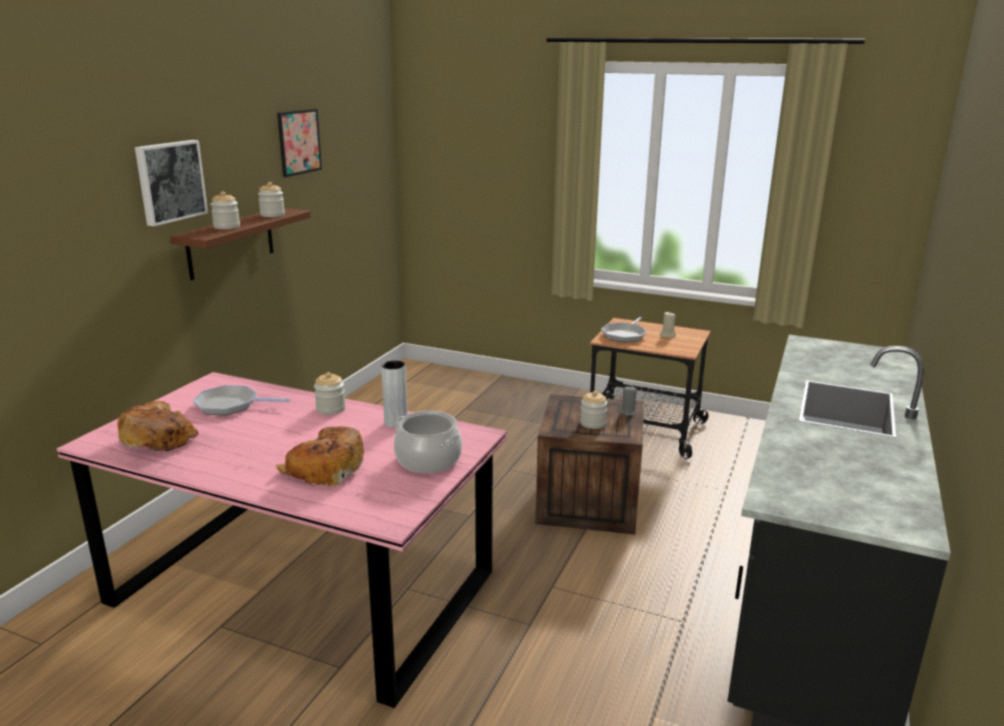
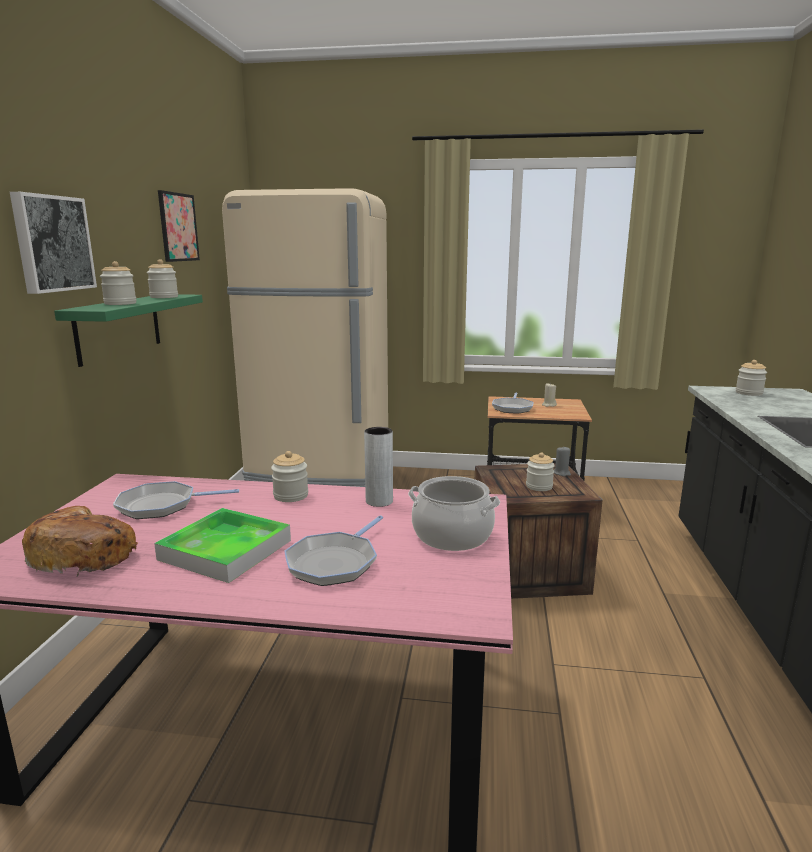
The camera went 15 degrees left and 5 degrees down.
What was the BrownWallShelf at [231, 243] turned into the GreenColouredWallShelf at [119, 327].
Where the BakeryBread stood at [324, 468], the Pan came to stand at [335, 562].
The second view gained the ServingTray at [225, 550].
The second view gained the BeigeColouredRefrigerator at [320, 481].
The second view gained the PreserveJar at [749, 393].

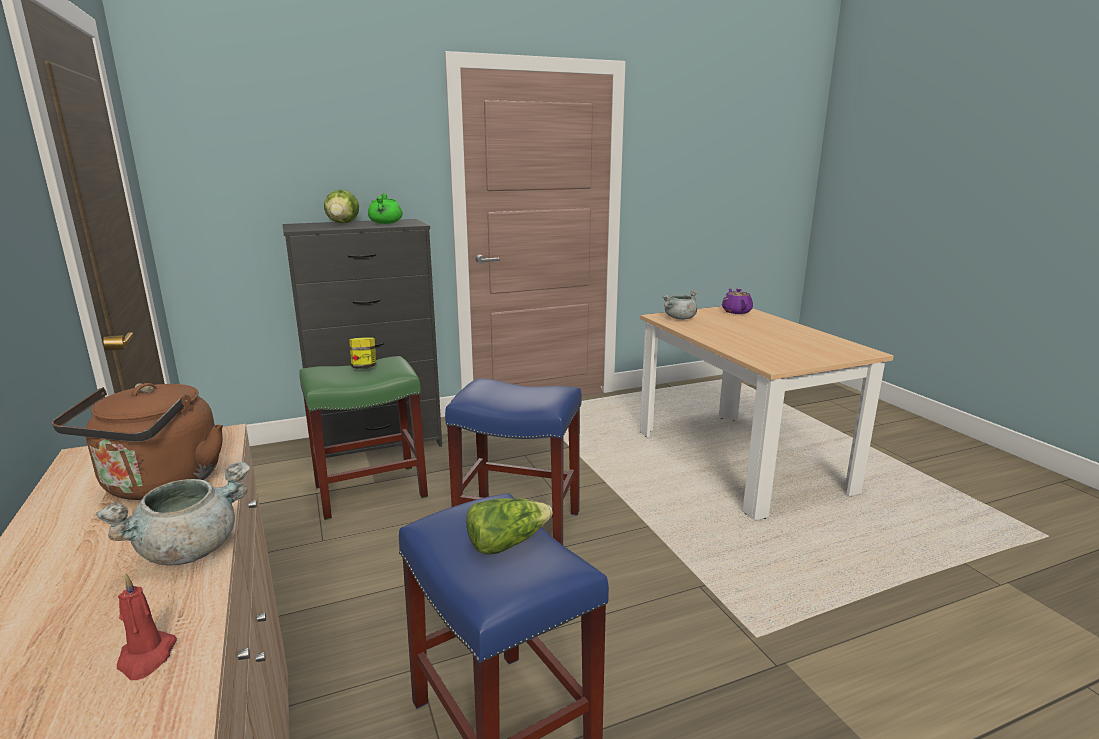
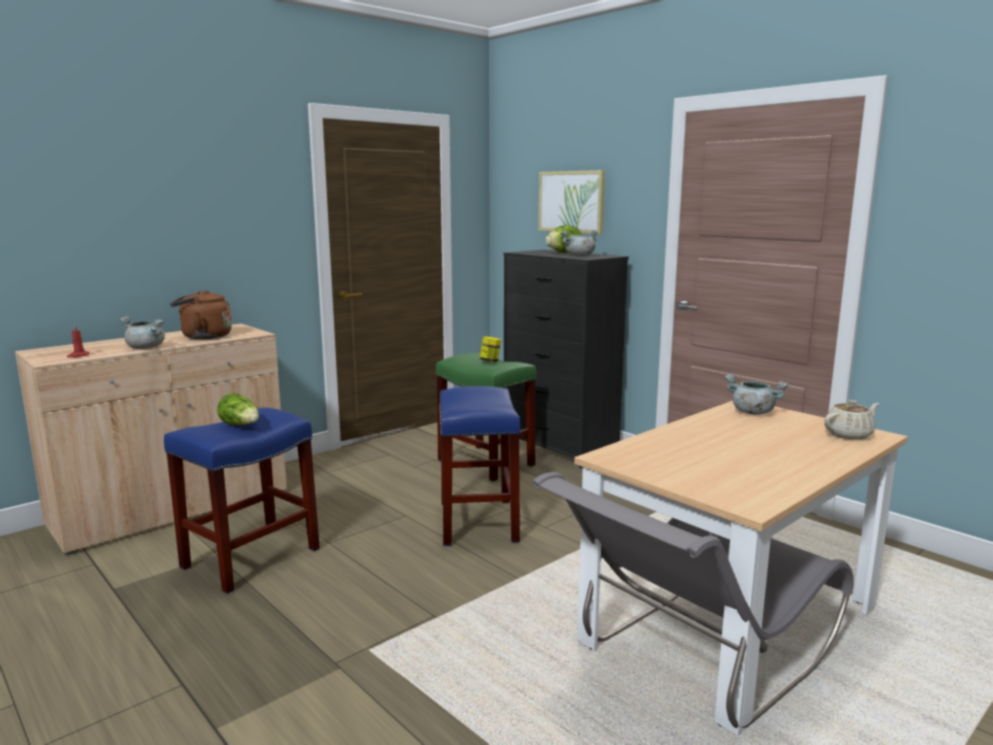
The camera went 70 degrees right and 5 degrees down.
What was the GreenColouredSaucepot at [386, 223] turned into the GreySaucepot at [580, 255].
What was the PurpleColouredTeaPot at [736, 311] turned into the BeigeColouredTeaPot at [849, 434].
The second view gained the GreyPlainChair at [693, 663].
The second view gained the WallArt at [571, 201].

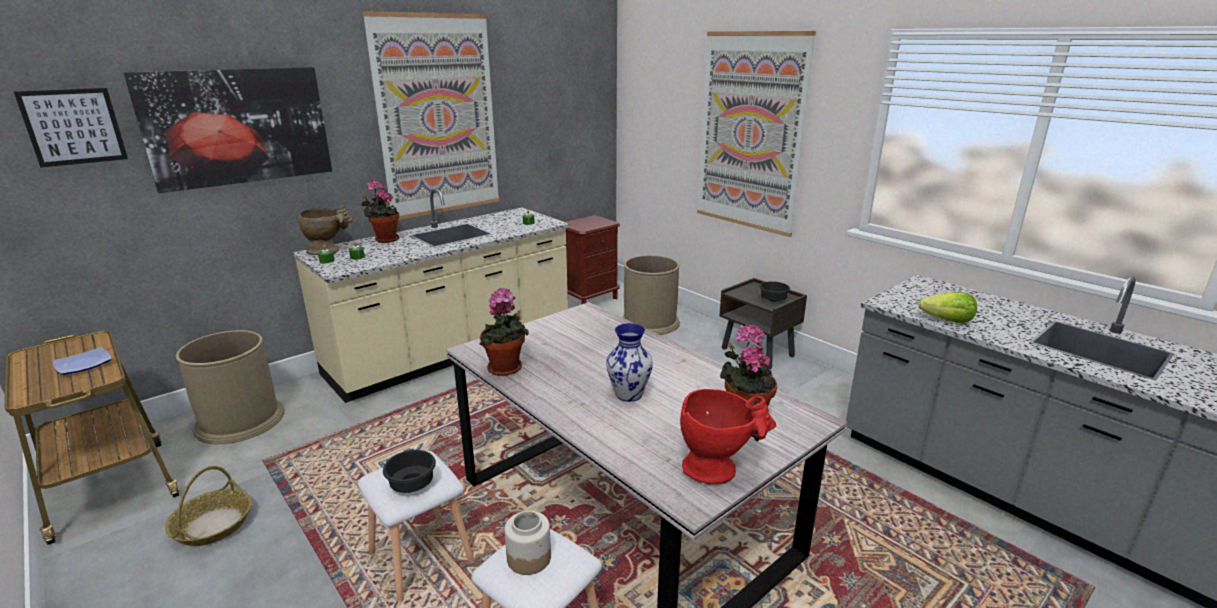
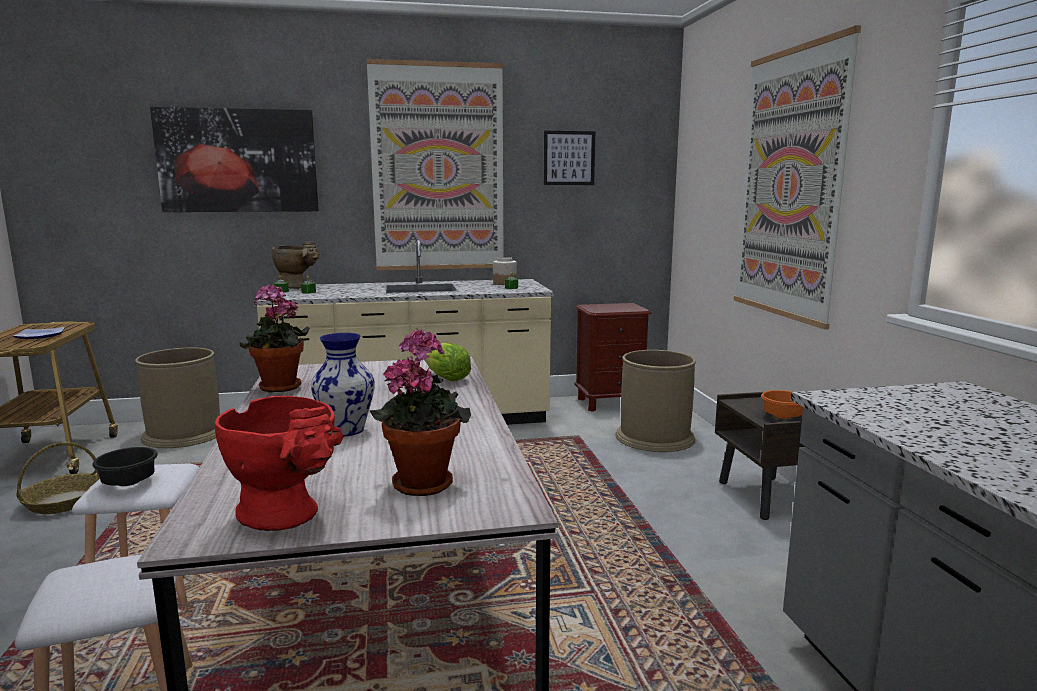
The camera went 30 degrees right and 10 degrees down.
The WallArt ended up elsewhere, having gone from [73, 127] to [569, 158].
The second view lost the PlantInAPot at [385, 239].
The PreserveJar ended up elsewhere, having gone from [529, 557] to [505, 283].
What was the BlackServingBowl at [773, 299] turned into the OrangeServingBowl at [783, 416].
The LettuceHead ended up elsewhere, having gone from [947, 321] to [446, 378].

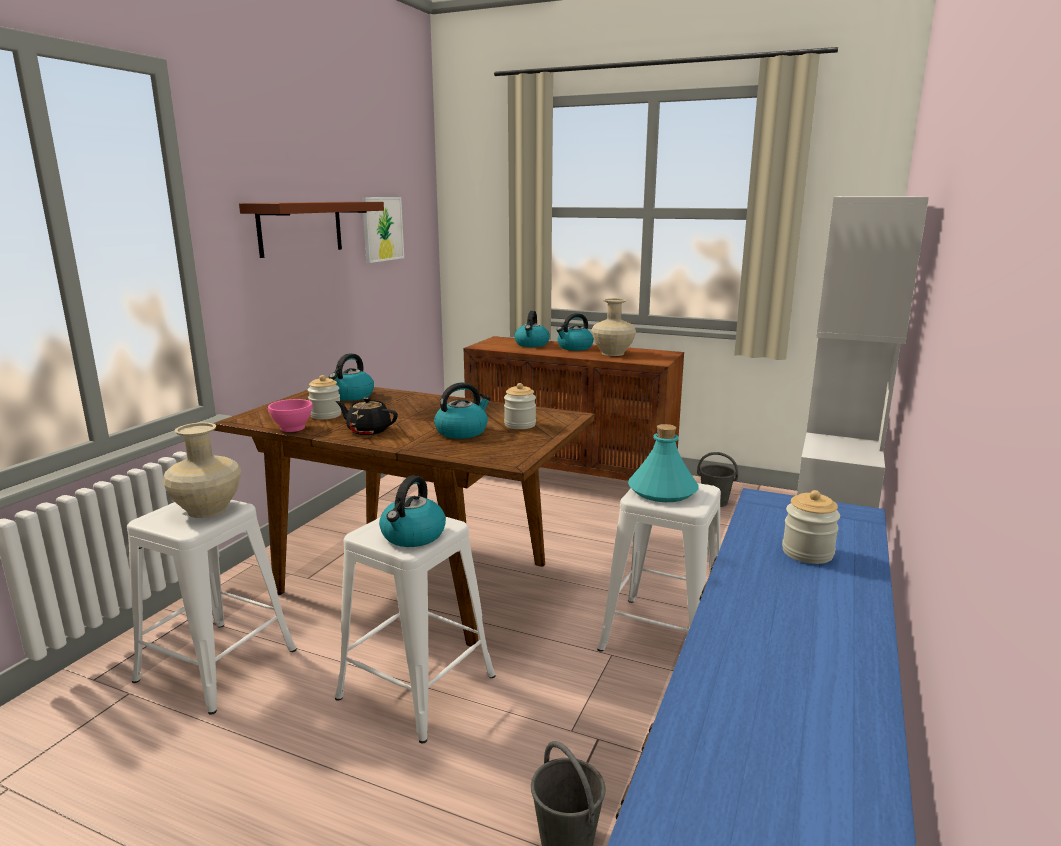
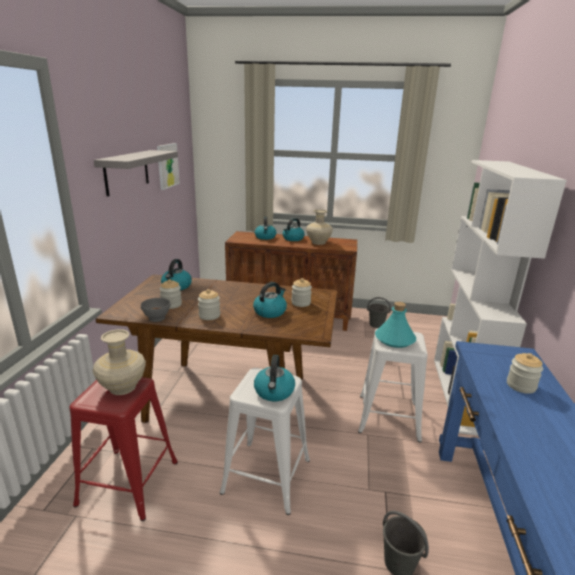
The camera went 15 degrees left and 5 degrees up.
What was the WhitishStoolSeat at [216, 664] turned into the ReddishStoolSeat at [128, 482].
What was the BrownWallShelf at [300, 228] turned into the GreyWallShelf at [127, 172].
What was the PinkColouredServingBowl at [292, 428] turned into the GreyServingBowl at [157, 318].
Where the BlackTeaPot stood at [368, 430], the PreserveJar came to stand at [209, 316].

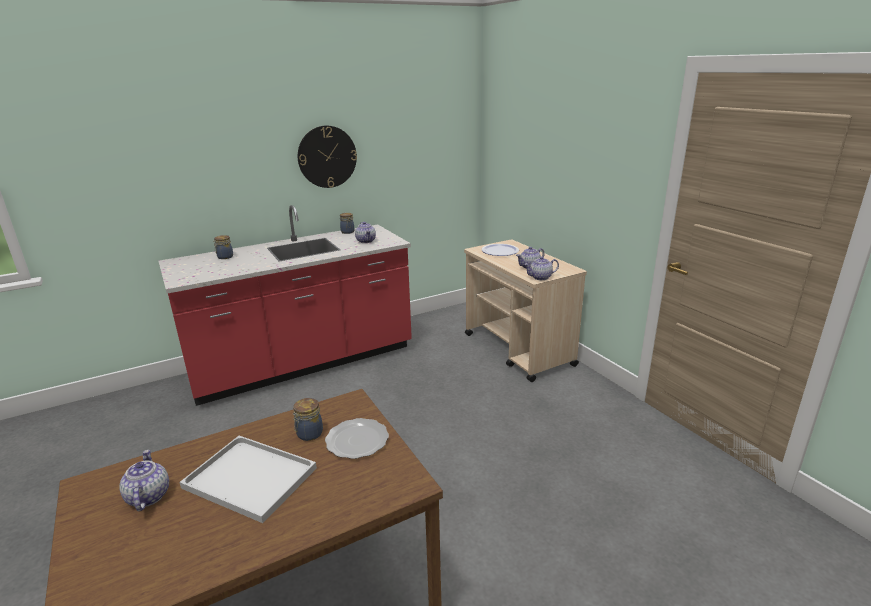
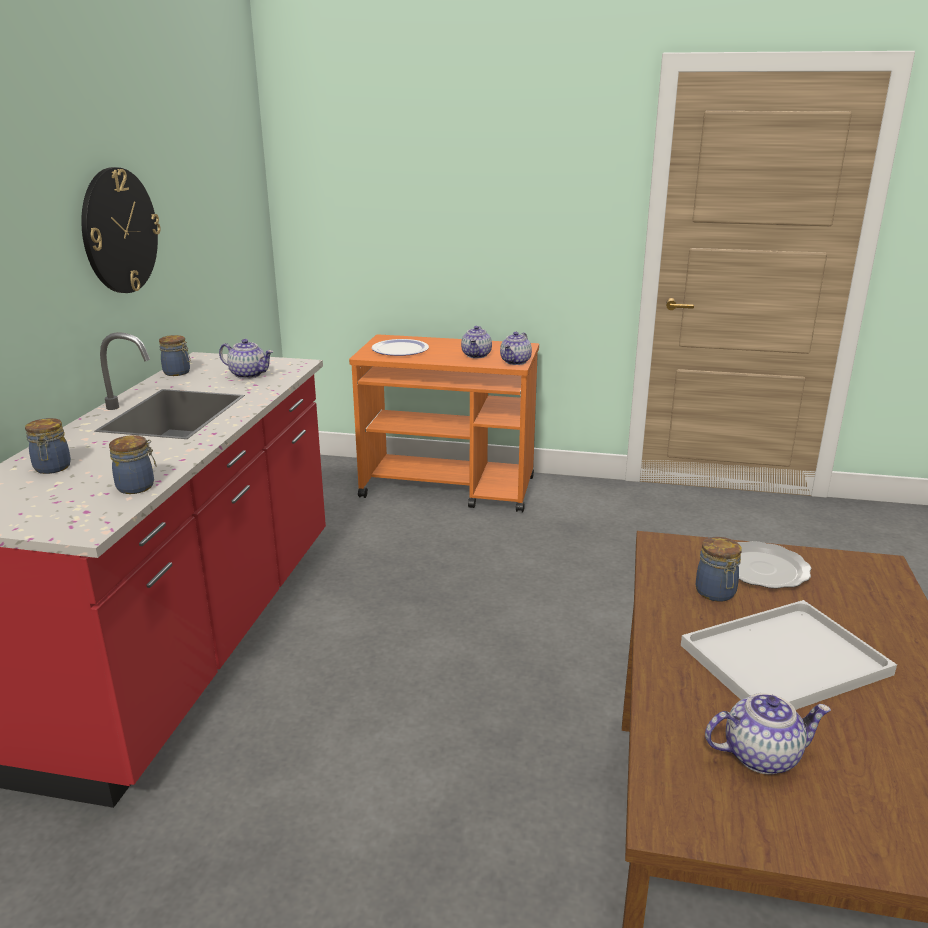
The camera went 50 degrees left and 0 degrees up.
The TeaPot at [148, 496] ended up facing another way, 150 degrees clockwise from before.
What was the BeigeColouredCart at [518, 350] turned into the OrangeCart at [449, 488].
The second view gained the PreserveJar at [137, 487].

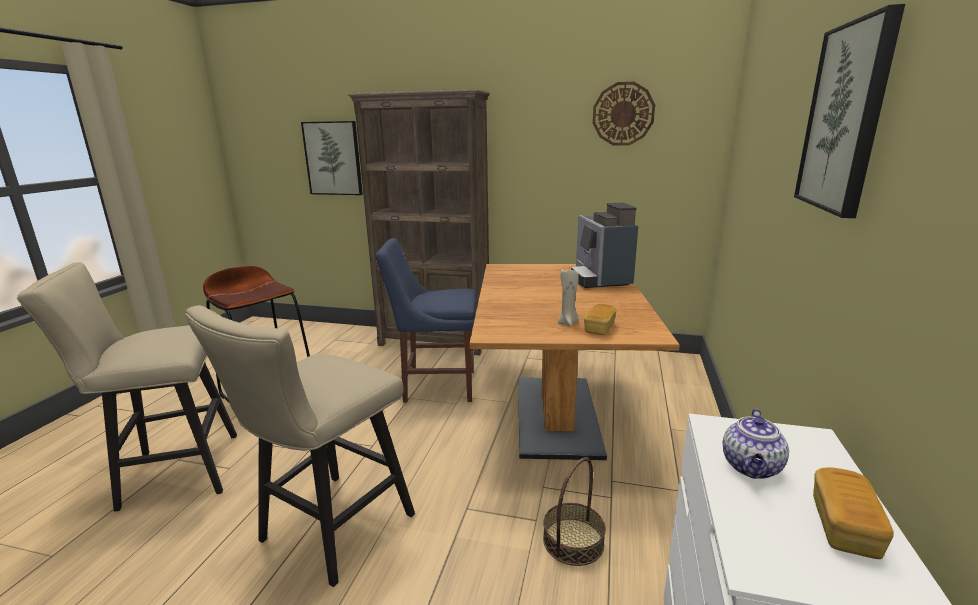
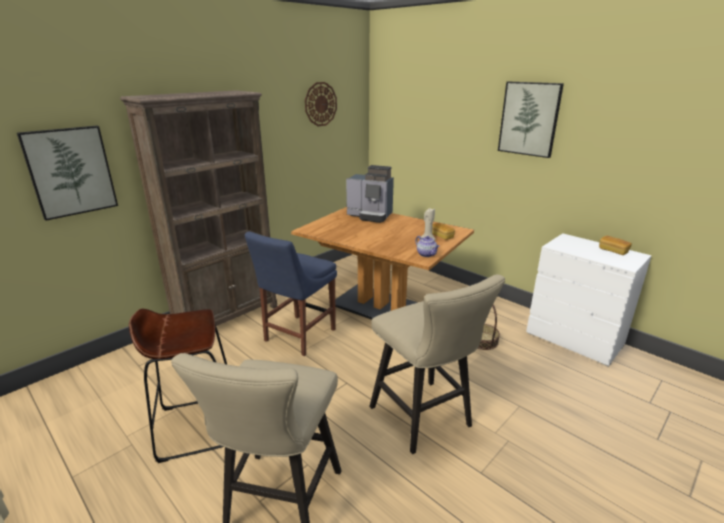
The camera went 60 degrees left and 5 degrees up.
The TeaPot ended up elsewhere, having gone from [752, 467] to [427, 254].

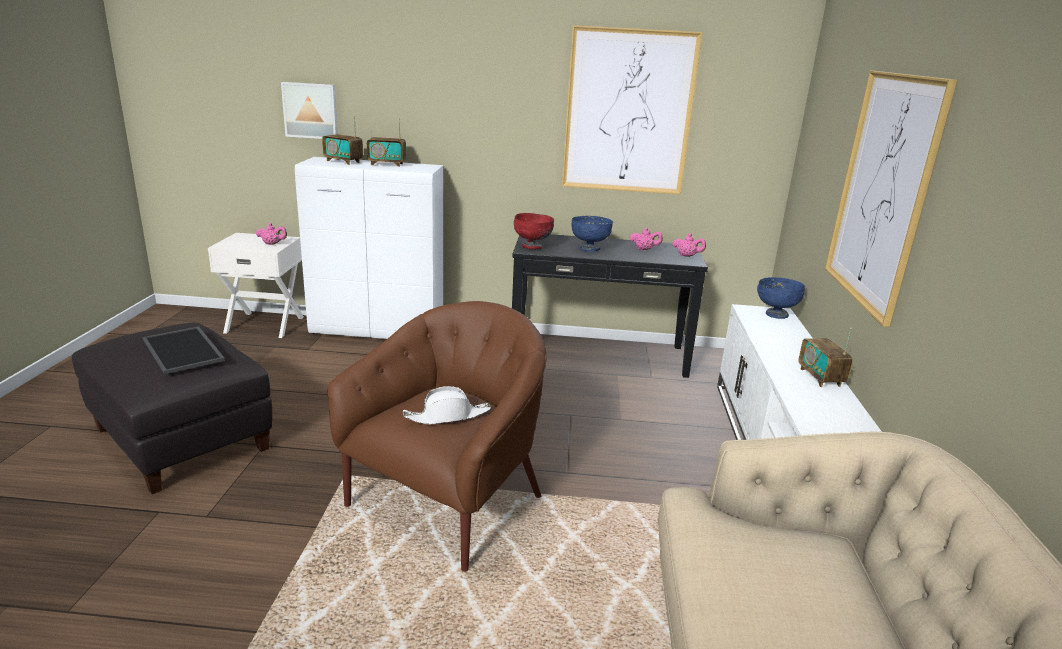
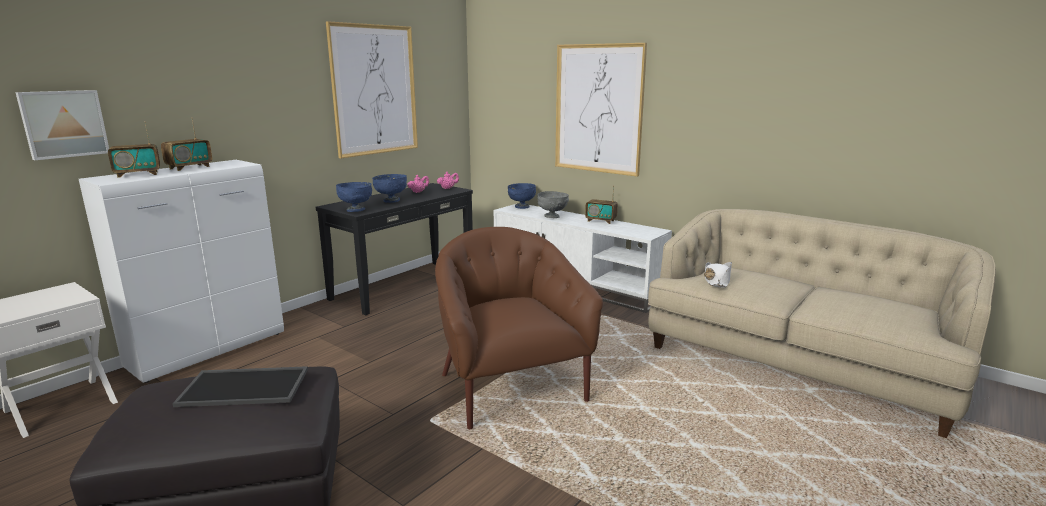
The camera went 55 degrees left and 5 degrees down.
The second view lost the PinkColouredTeaPot at [272, 244].
The WhitishHat ended up elsewhere, having gone from [447, 416] to [716, 280].
What was the ReddishServingBowl at [532, 247] turned into the BlueColouredServingBowl at [356, 210].
The second view gained the GreyServingBowl at [552, 217].

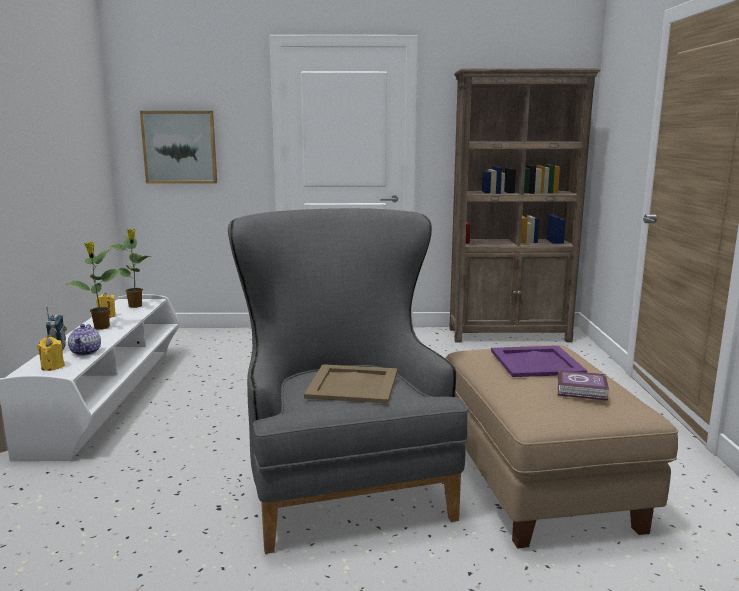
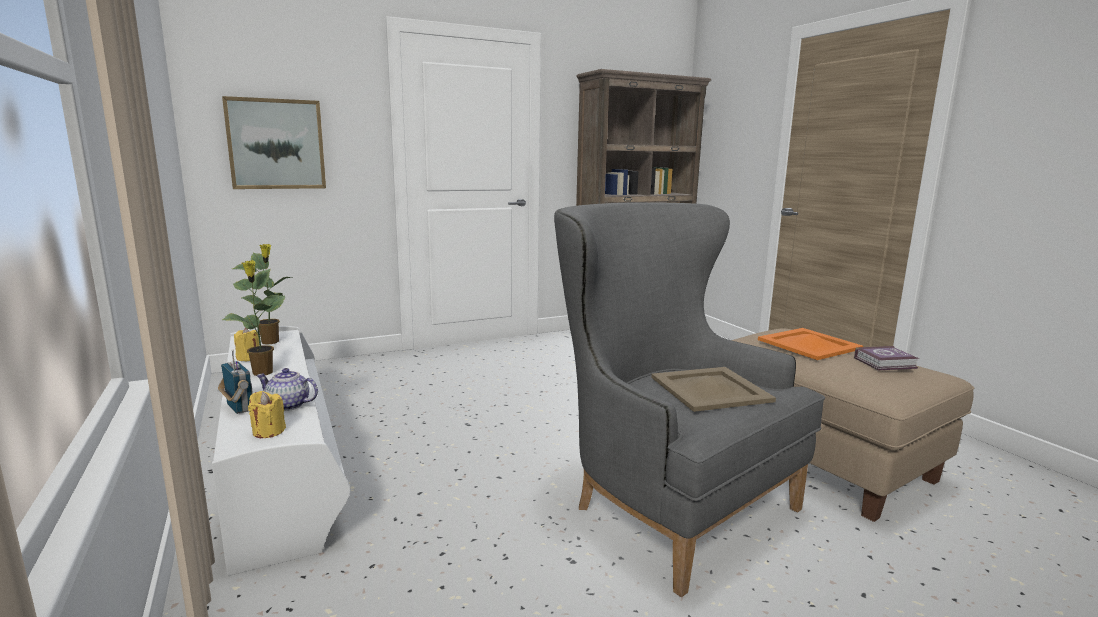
The camera went 25 degrees left and 0 degrees up.
The TeaPot at [86, 352] ended up facing another way, 135 degrees clockwise from before.
What was the PurpleColouredServingTray at [536, 362] turned into the OrangeServingTray at [809, 344].

